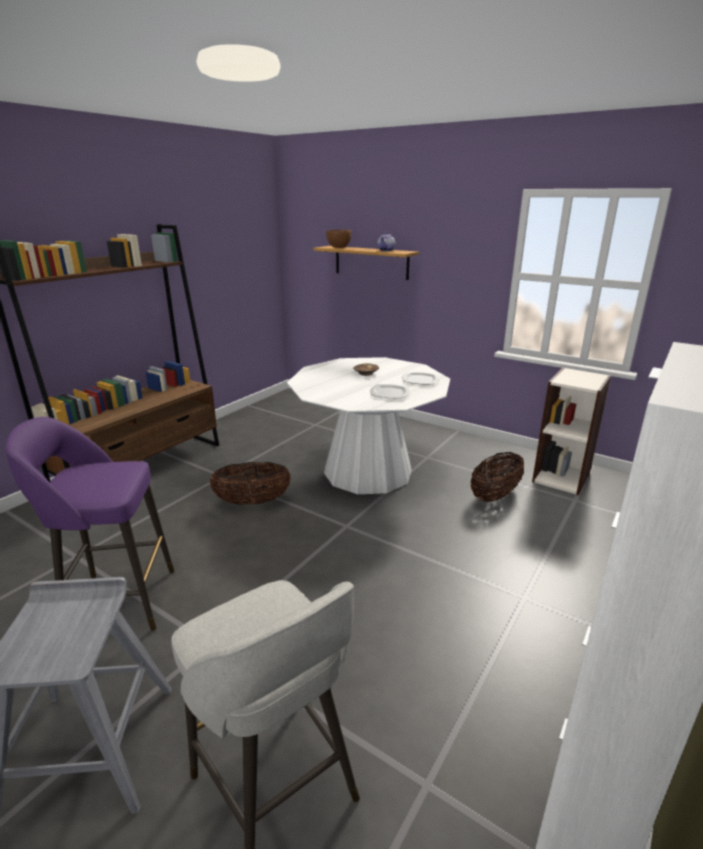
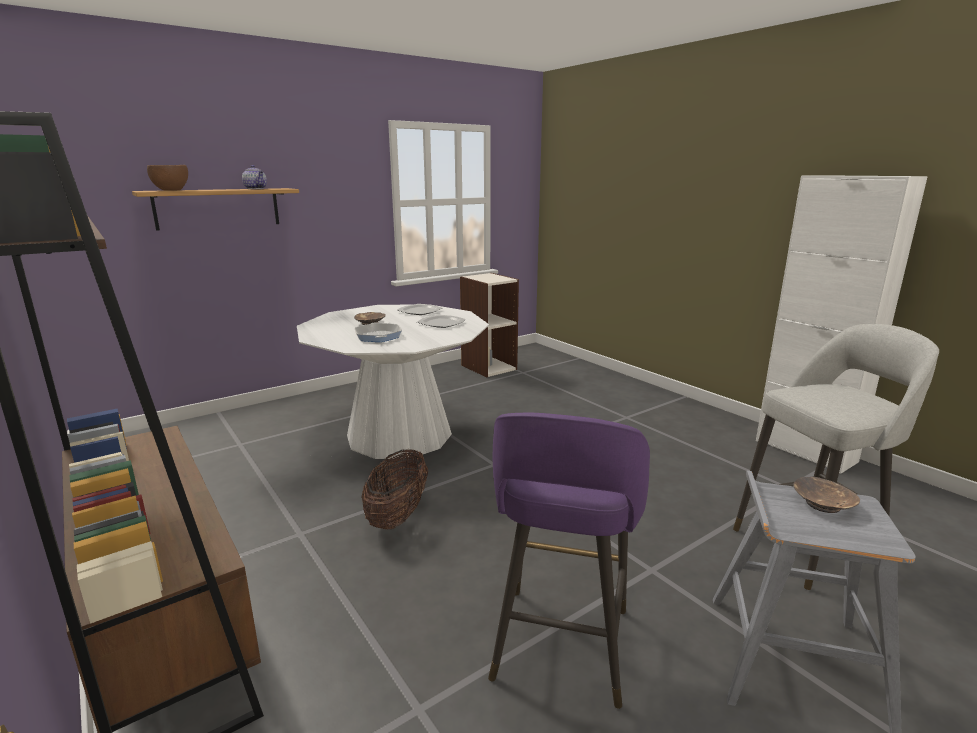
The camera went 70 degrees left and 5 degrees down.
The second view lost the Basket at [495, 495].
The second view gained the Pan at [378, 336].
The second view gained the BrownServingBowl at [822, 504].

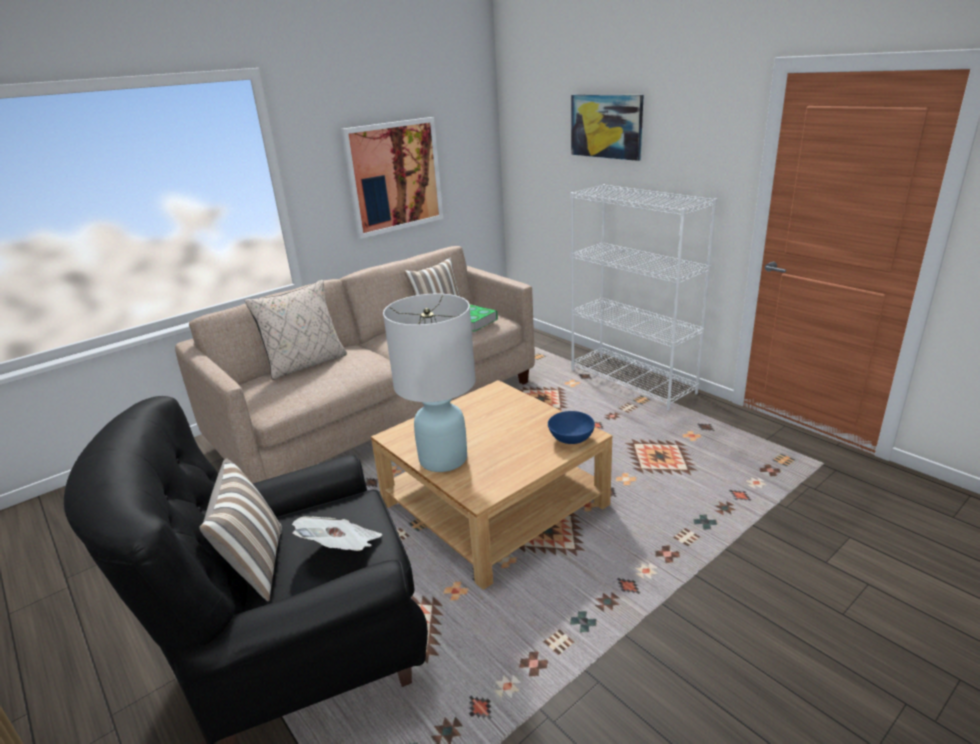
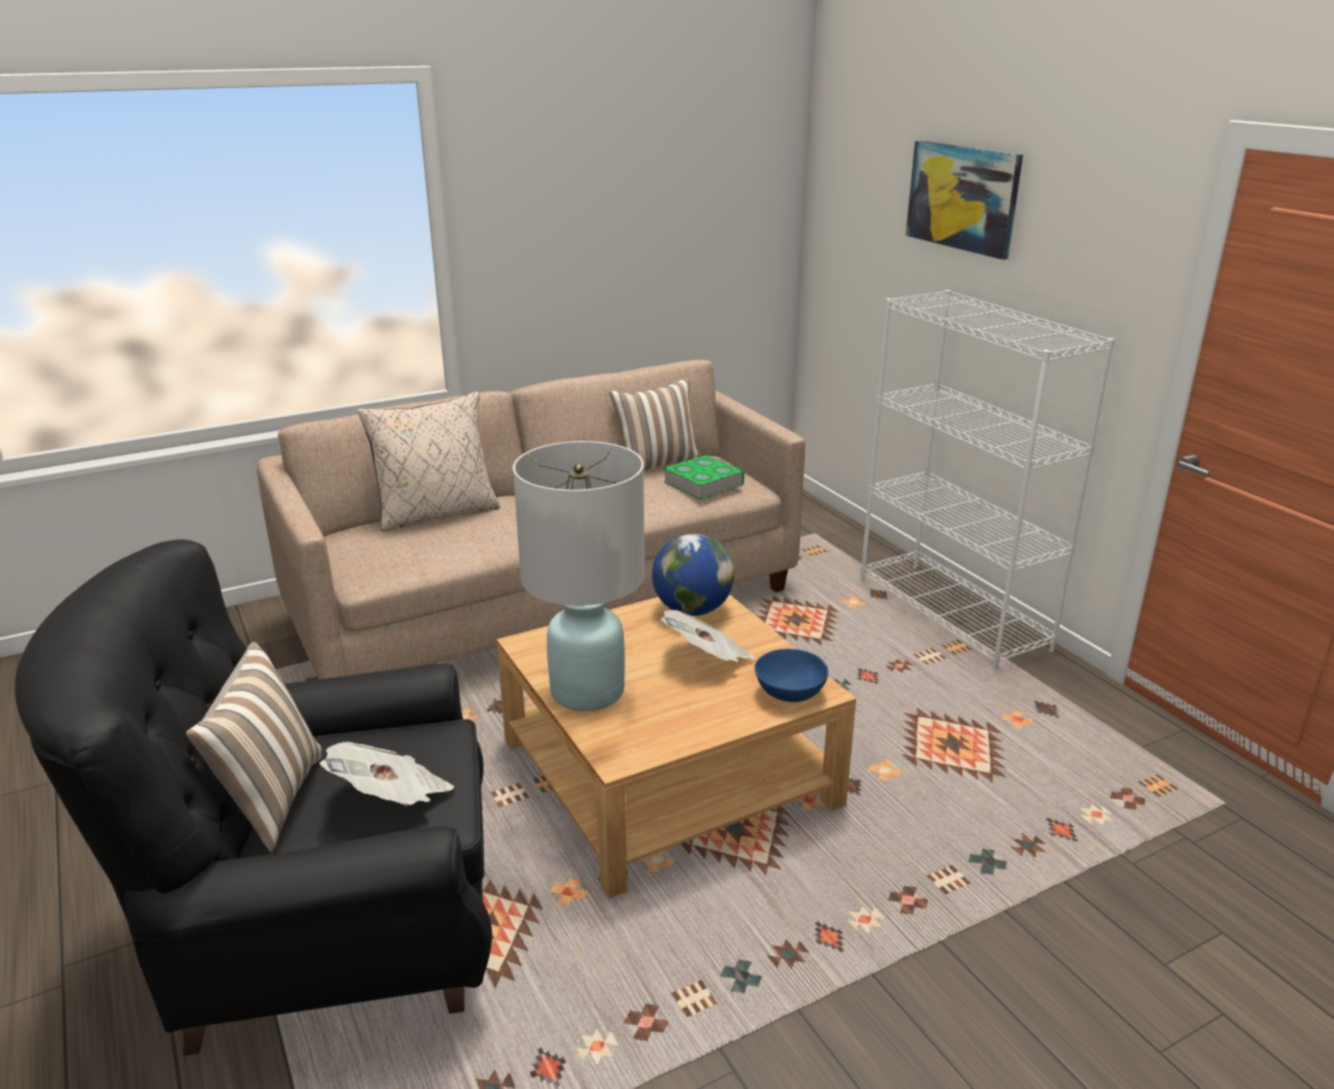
The camera went 10 degrees right and 0 degrees up.
The second view lost the WallArt at [394, 177].
The second view gained the Globe at [692, 610].
The second view gained the PrintedPaper at [707, 658].

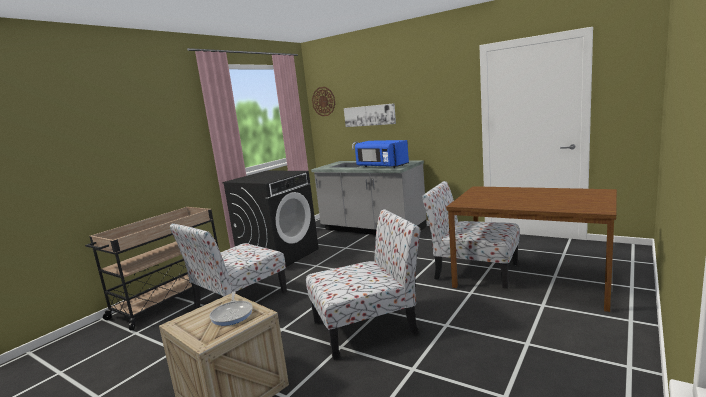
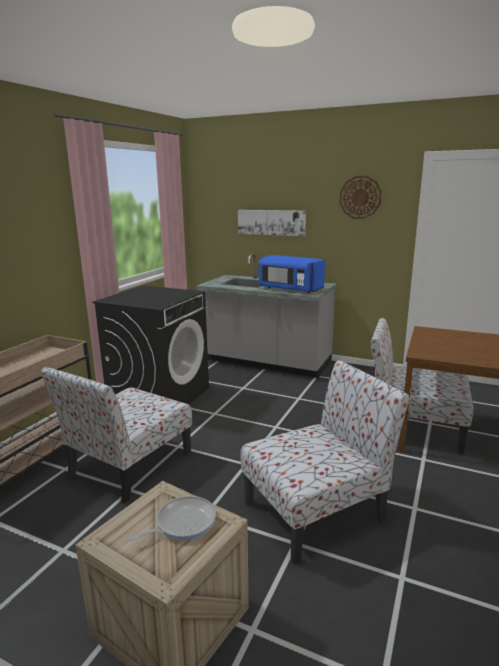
The camera went 10 degrees left and 5 degrees up.
The Pan at [232, 314] ended up facing another way, 105 degrees counterclockwise from before.
The WallClock ended up elsewhere, having gone from [323, 101] to [360, 197].

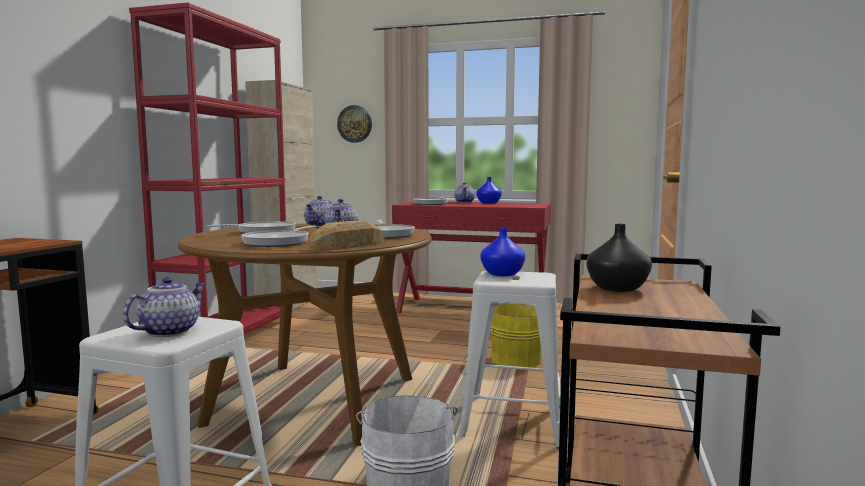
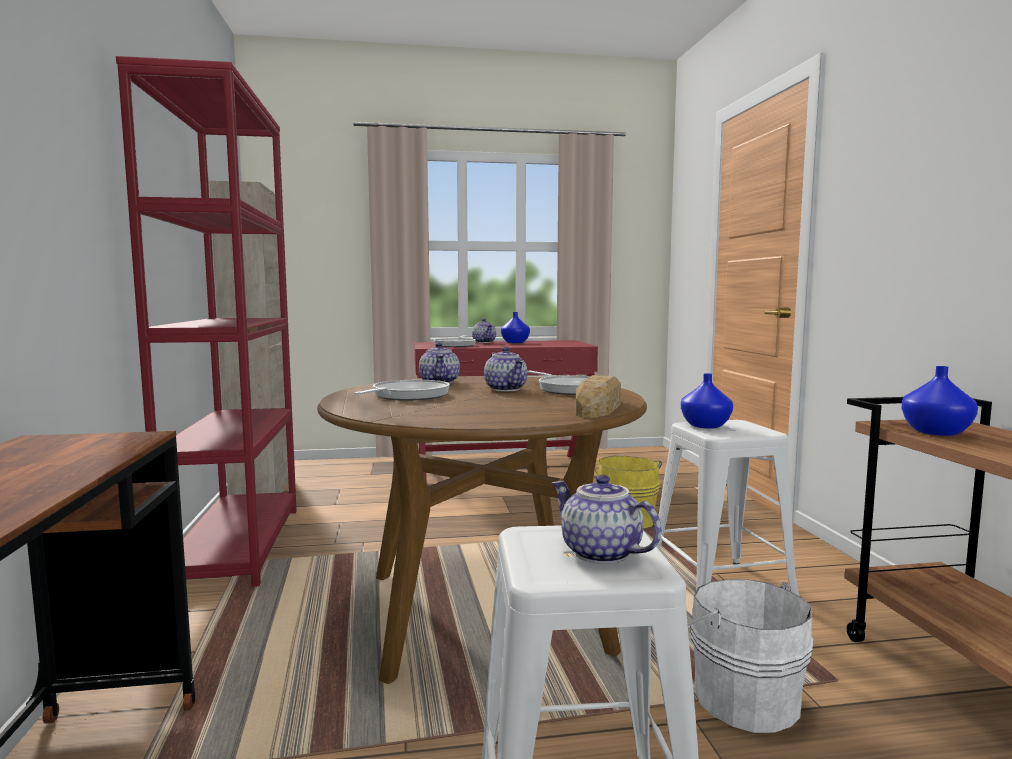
The camera went 25 degrees left and 0 degrees up.
The TeaPot at [169, 331] ended up facing another way, 45 degrees counterclockwise from before.
The second view lost the Pan at [279, 242].
The second view lost the WallClock at [355, 124].
What was the BlackVase at [616, 288] turned into the BlueColouredVase at [936, 432].

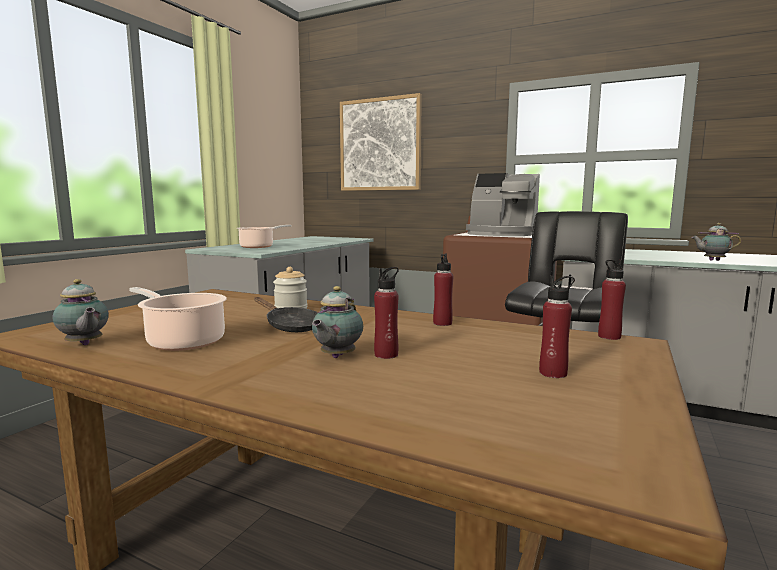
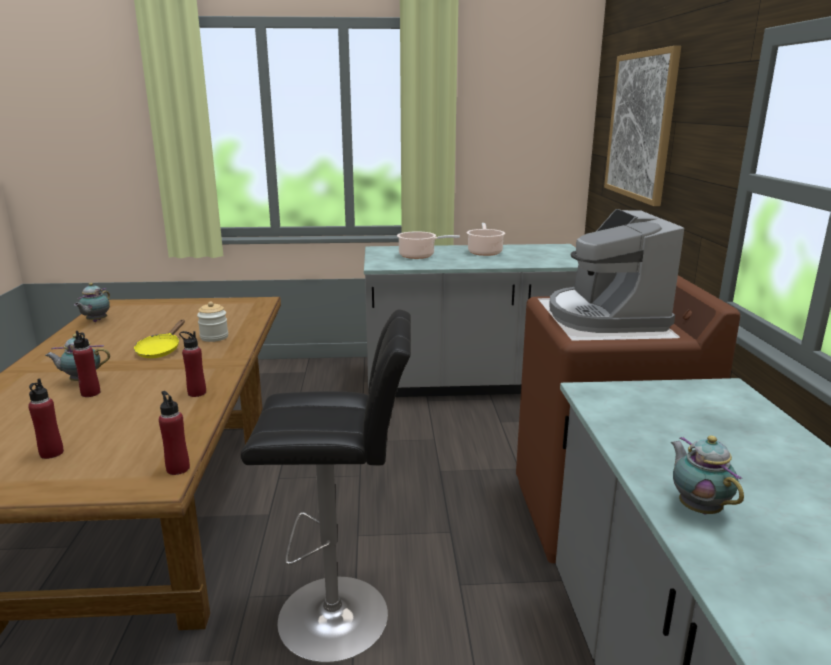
The camera went 60 degrees right and 10 degrees up.
The Saucepot ended up elsewhere, having gone from [183, 341] to [484, 252].
What was the BlackPan at [290, 326] turned into the YellowishPan at [161, 350].

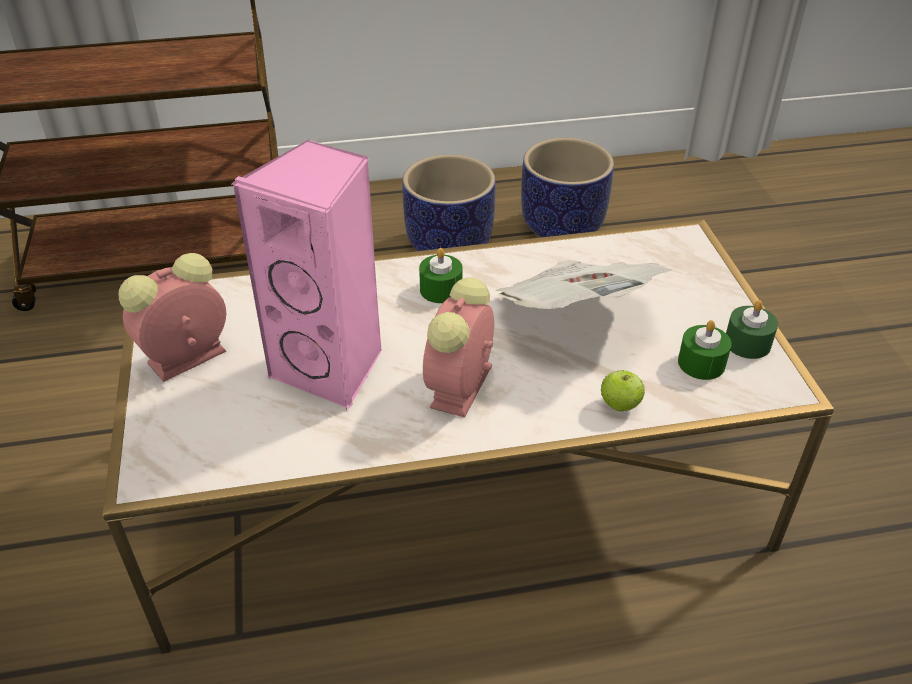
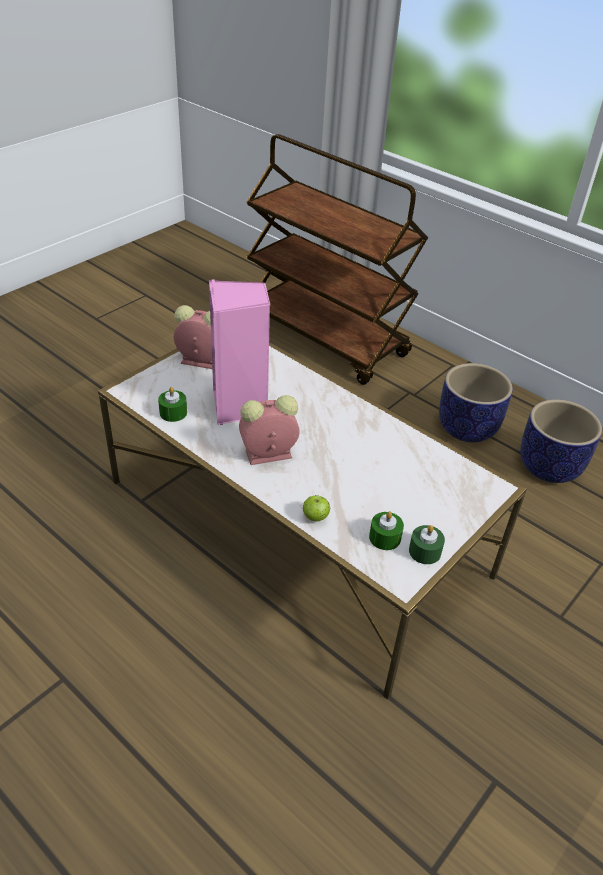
The camera went 50 degrees right and 0 degrees up.
The GreenColouredWaxCandle ended up elsewhere, having gone from [441, 289] to [173, 412].
The second view lost the PrintedPaper at [575, 315].

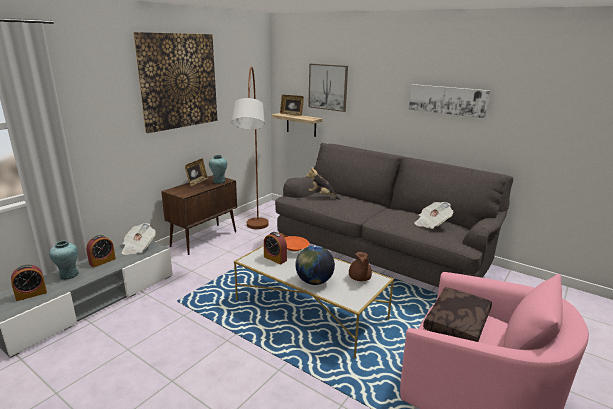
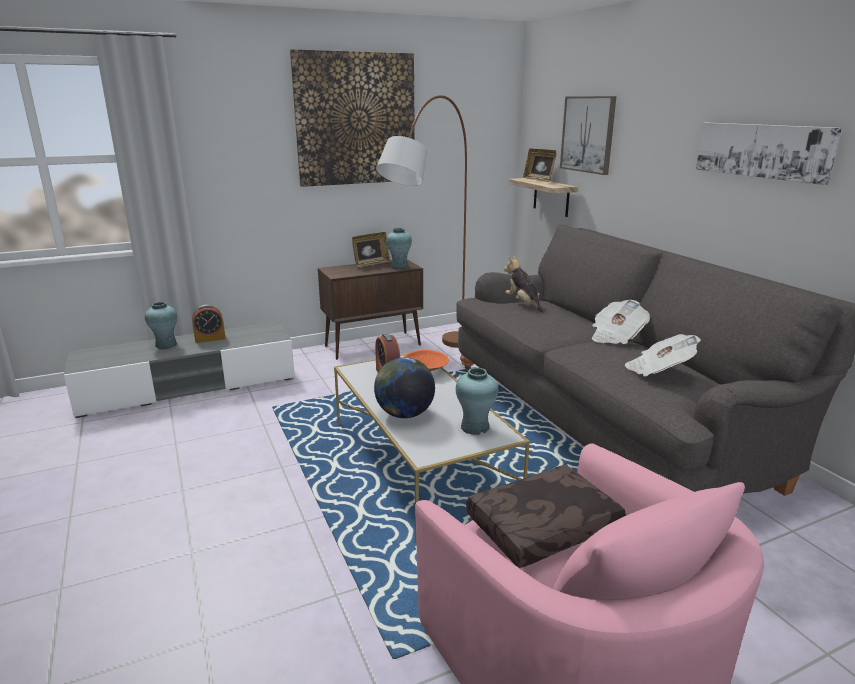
The camera went 30 degrees right and 0 degrees up.
The second view lost the AlarmClock at [31, 294].
The PrintedPaper ended up elsewhere, having gone from [138, 247] to [616, 336].
Where the BrownTeaPot stood at [359, 278], the TurquoiseVase came to stand at [475, 427].

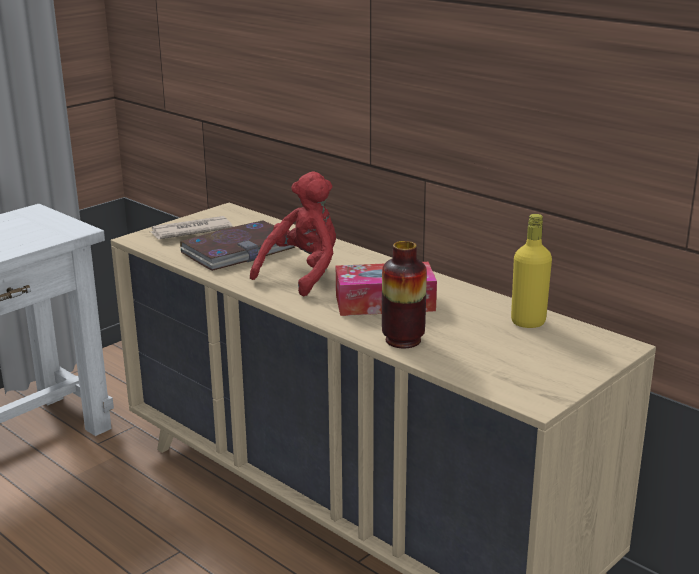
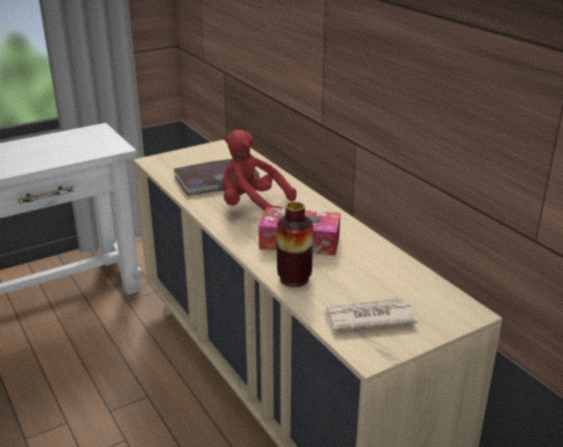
The camera went 15 degrees right and 5 degrees up.
The PrintedPaper ended up elsewhere, having gone from [190, 231] to [368, 317].
The ReddishSoftToy at [303, 274] ended up facing another way, 120 degrees counterclockwise from before.
The second view lost the YellowishBottle at [528, 322].

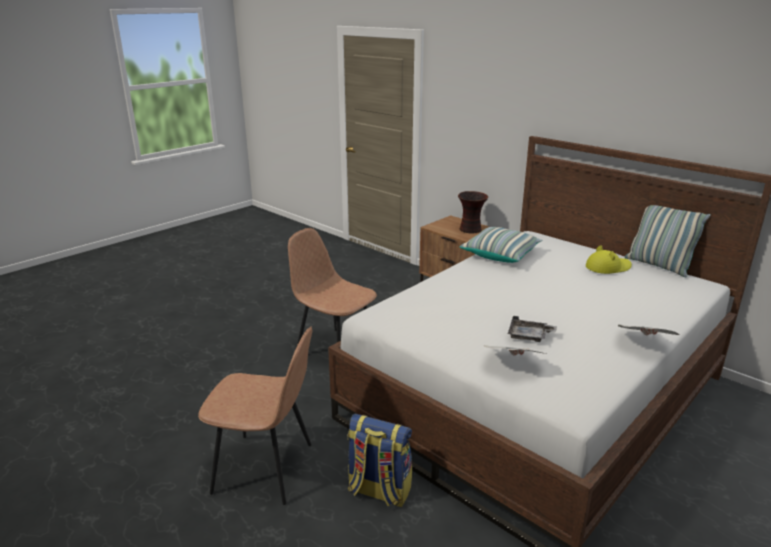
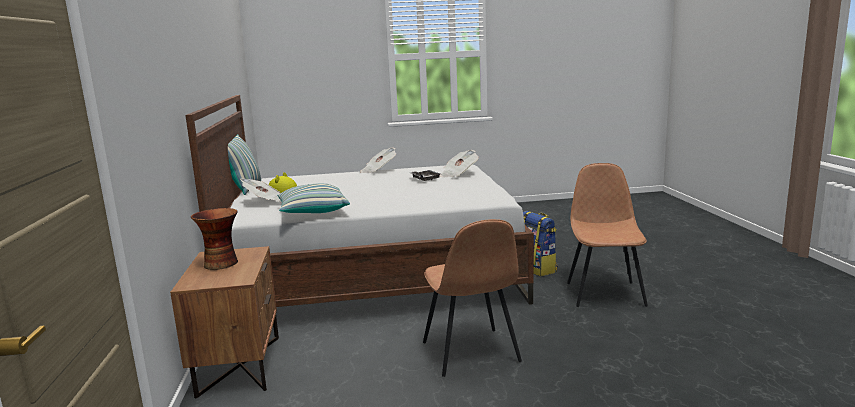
The camera went 140 degrees left and 10 degrees down.
The BrownPlainChair at [266, 469] ended up facing another way, 45 degrees clockwise from before.
The second view gained the PrintedPaper at [266, 202].

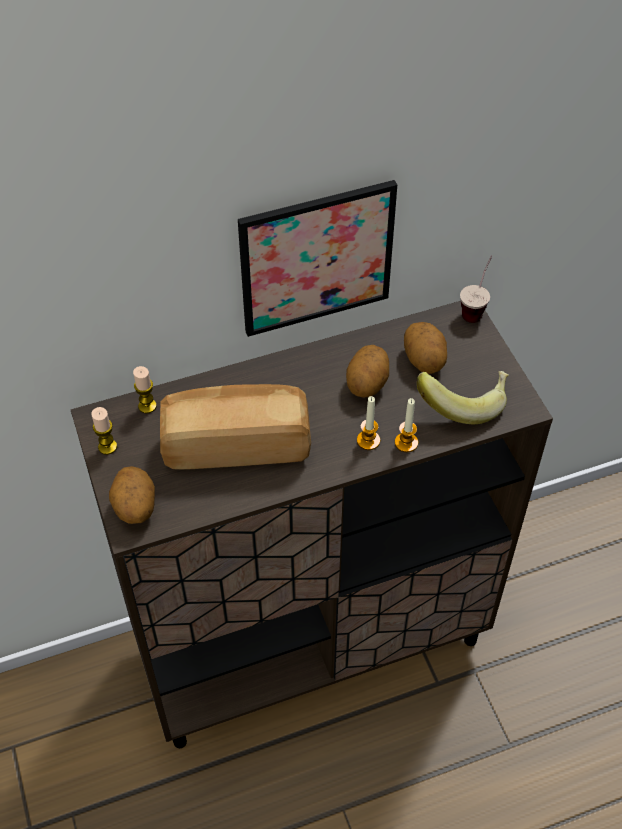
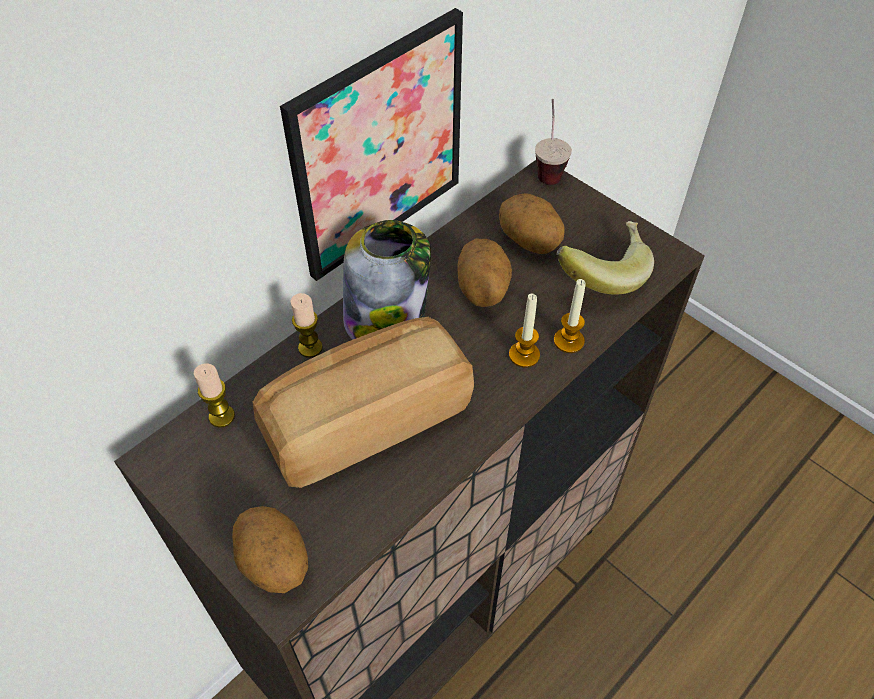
The camera went 25 degrees left and 0 degrees up.
The WaxCandle ended up elsewhere, having gone from [107, 447] to [310, 348].
The second view gained the PreserveJar at [387, 318].

